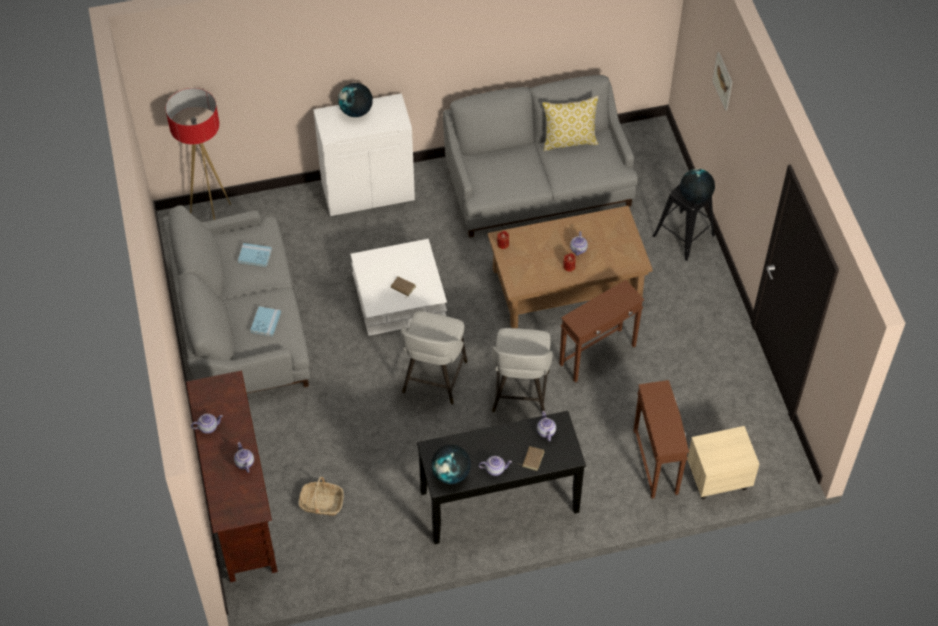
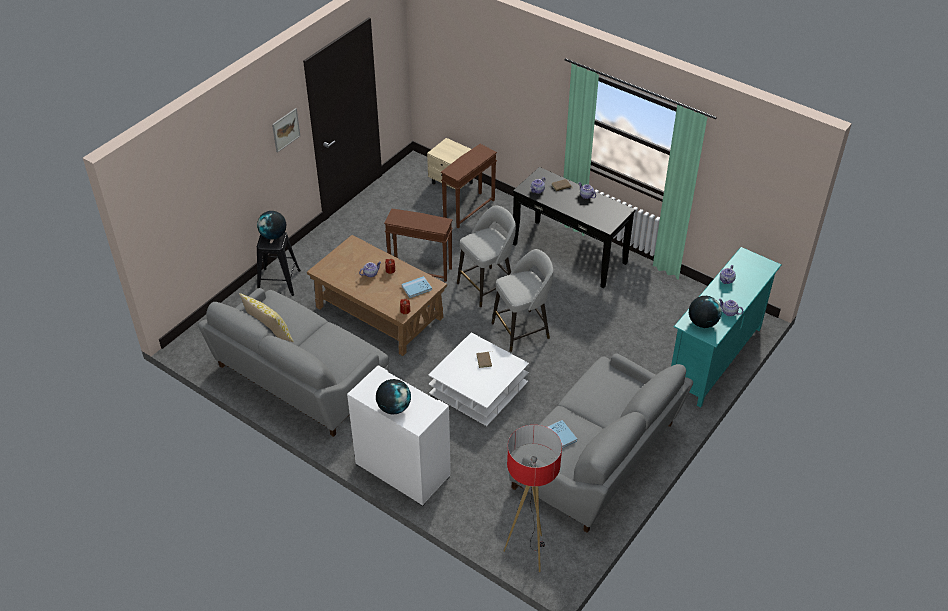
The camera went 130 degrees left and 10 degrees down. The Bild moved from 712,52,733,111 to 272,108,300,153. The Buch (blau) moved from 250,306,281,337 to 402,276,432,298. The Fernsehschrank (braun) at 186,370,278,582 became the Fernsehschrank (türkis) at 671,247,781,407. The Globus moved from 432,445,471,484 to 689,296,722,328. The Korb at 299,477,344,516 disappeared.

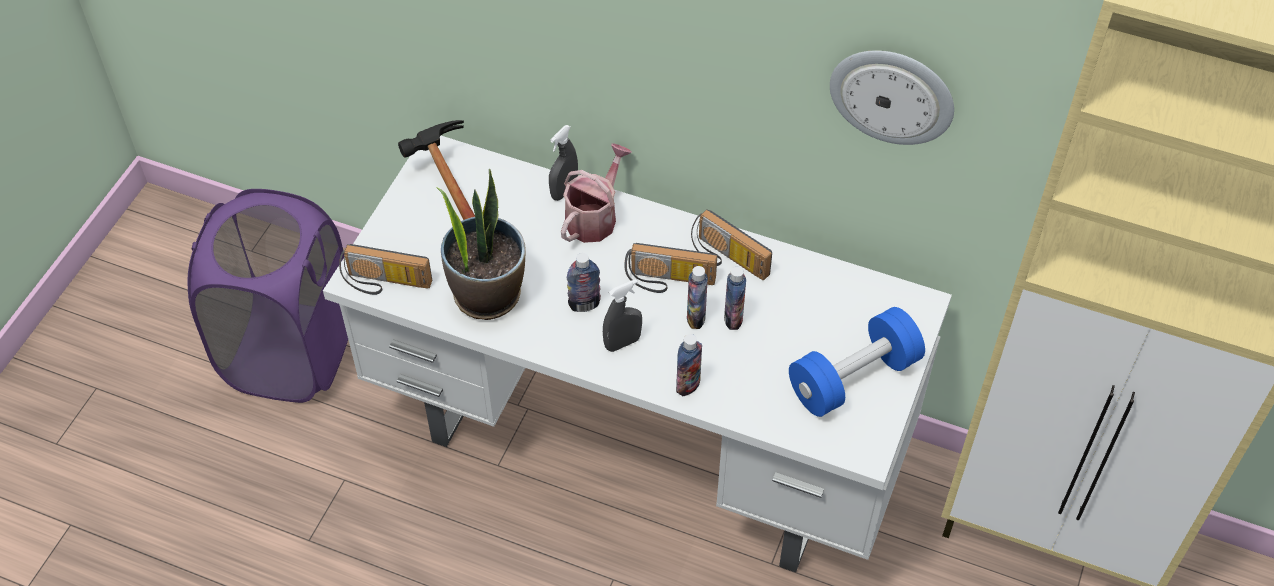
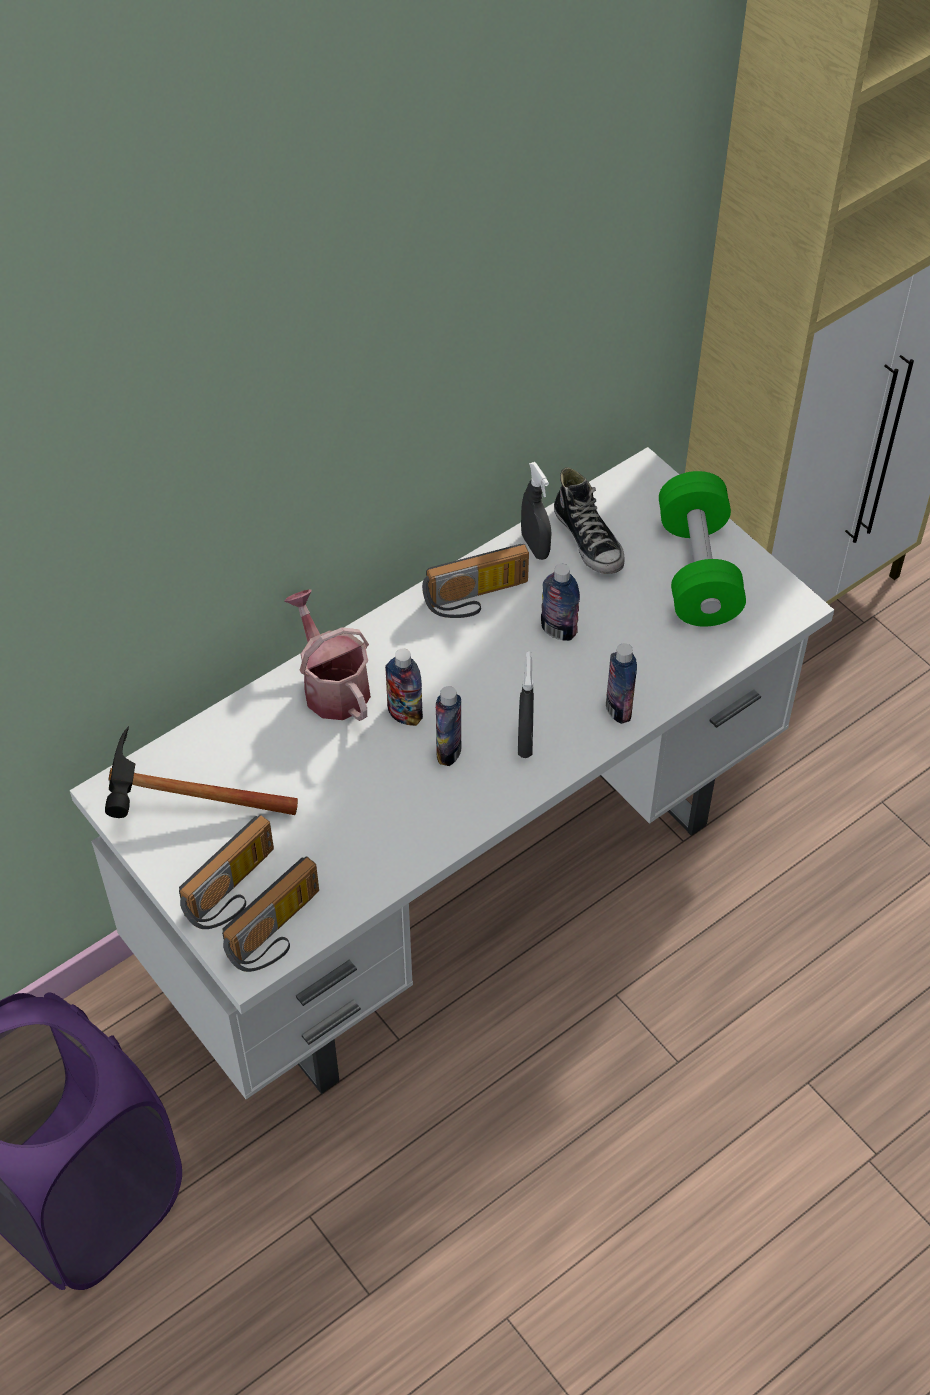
The camera went 60 degrees left and 0 degrees up. The Radio moved from 624,243,717,293 to 179,815,274,929. The Flasche moved from 687,266,708,329 to 385,648,423,726. The Sprühflasche (grau) moved from 549,125,578,201 to 521,462,551,560. The Schuh at 554,467,625,574 appeared. The Hantel (blau) at 789,307,925,417 became the Hantel (grün) at 659,471,746,627. The Topfpflanze at 436,169,526,320 disappeared. The Wanduhr at 830,50,954,145 disappeared.

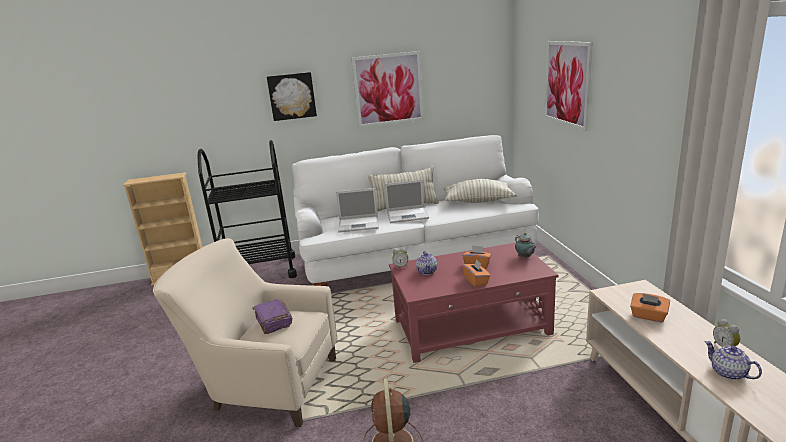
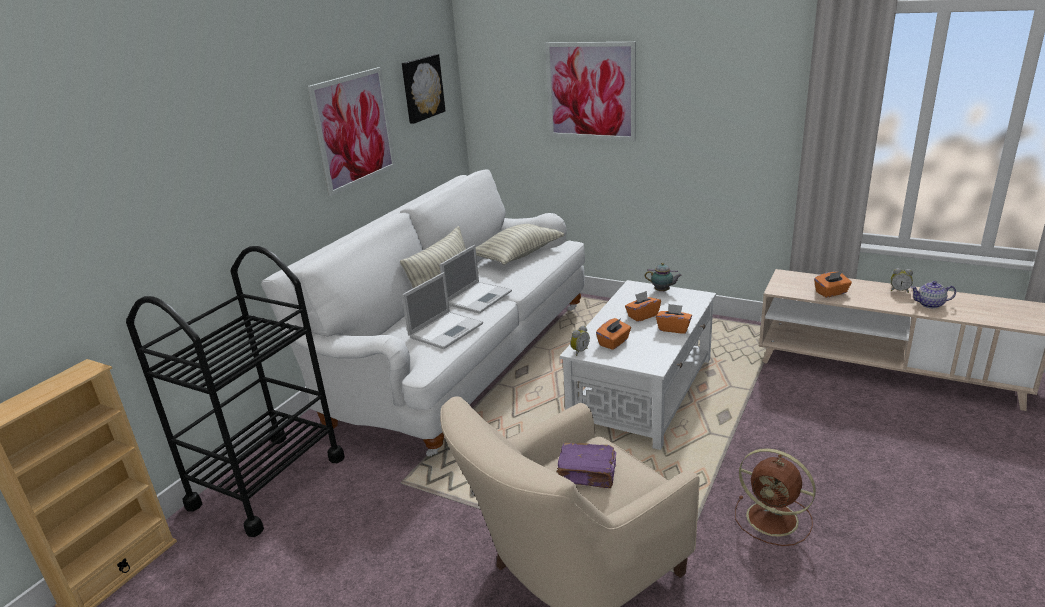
The camera went 50 degrees left and 5 degrees up. The Bild moved from 267,72,317,121 to 402,54,445,124. The Couchtisch (rot) at 389,243,559,363 became the Couchtisch (weiß) at 560,280,716,450. The Teekanne at 416,251,437,275 was replaced by the Taschentuchbox (orange) at 596,318,631,350.

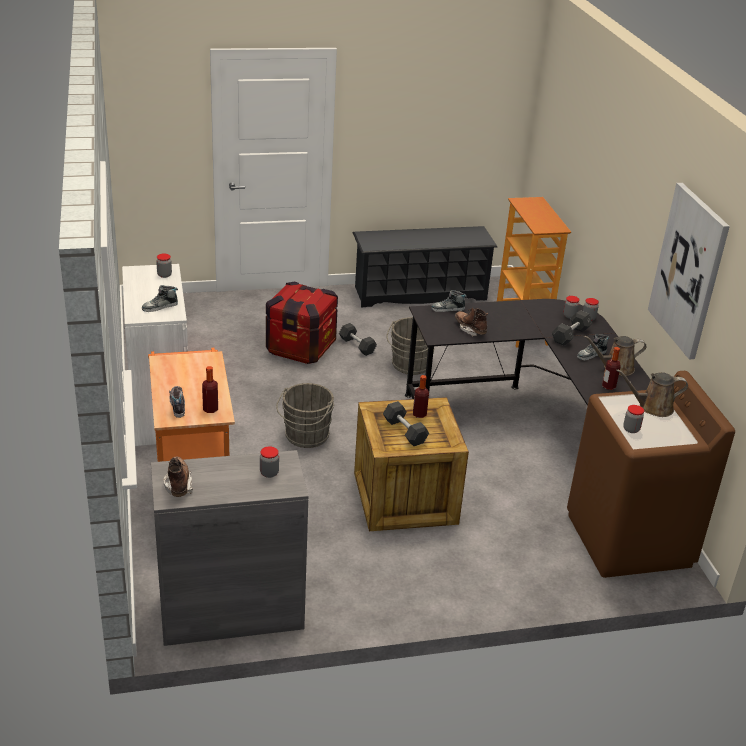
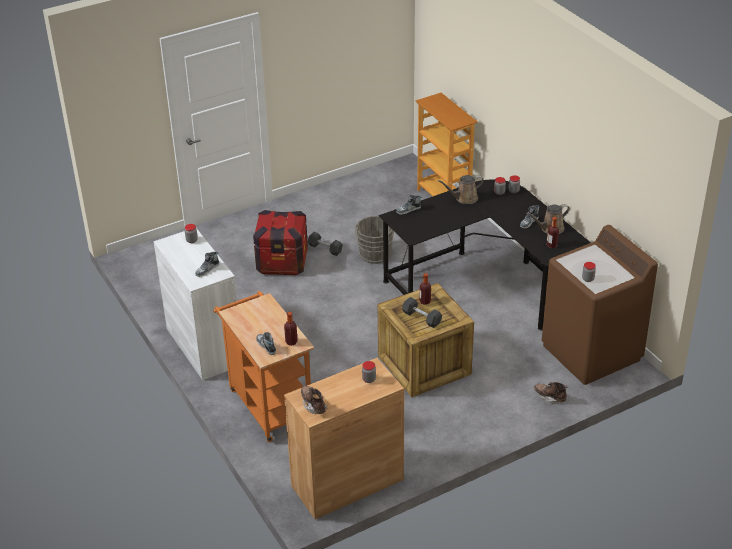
The camera went 15 degrees left and 5 degrees up. The Schrank (grau) at 151,450,308,646 became the Schrank (braun) at 284,358,404,519. The Gießkanne (braun) moved from 616,369,688,417 to 438,175,484,204. The Stiefel (braun) moved from 455,308,488,336 to 534,382,567,404. The Eimer (grau) at 276,383,334,448 disappeared. The Schuhregal (schwarz) at 353,226,497,307 disappeared. The Hantel (grau) at 552,310,592,346 disappeared. The Bild at 648,183,730,359 disappeared.

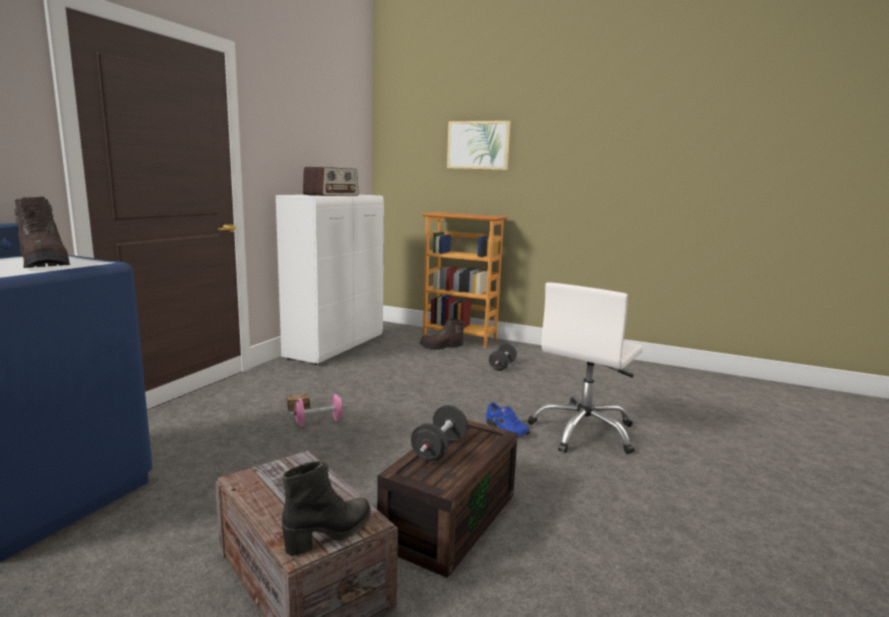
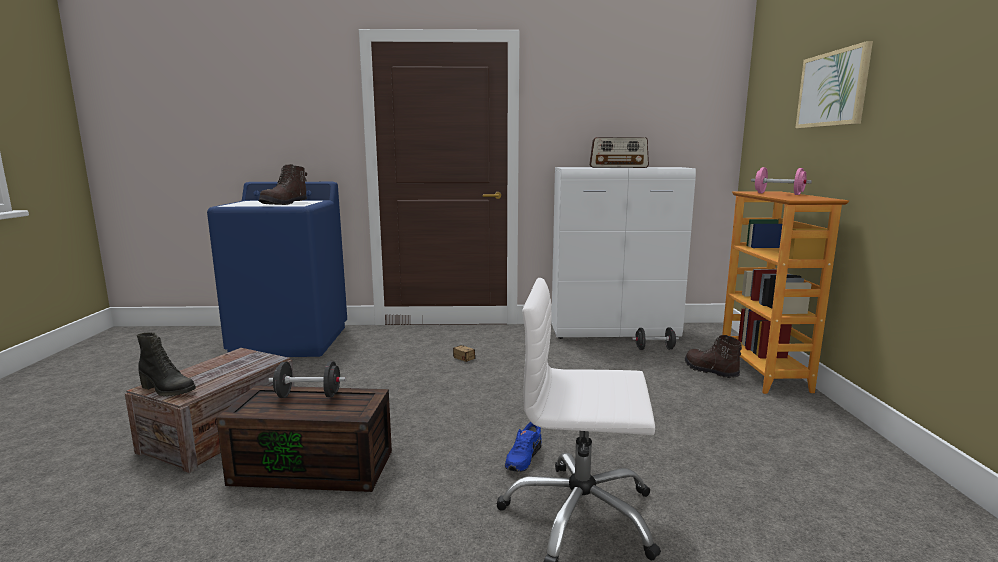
The camera went 65 degrees right and 0 degrees up. The Hantel (schwarz) moved from 489,344,517,371 to 632,328,679,350. The Hantel (rosa) moved from 289,394,347,426 to 751,167,812,195.

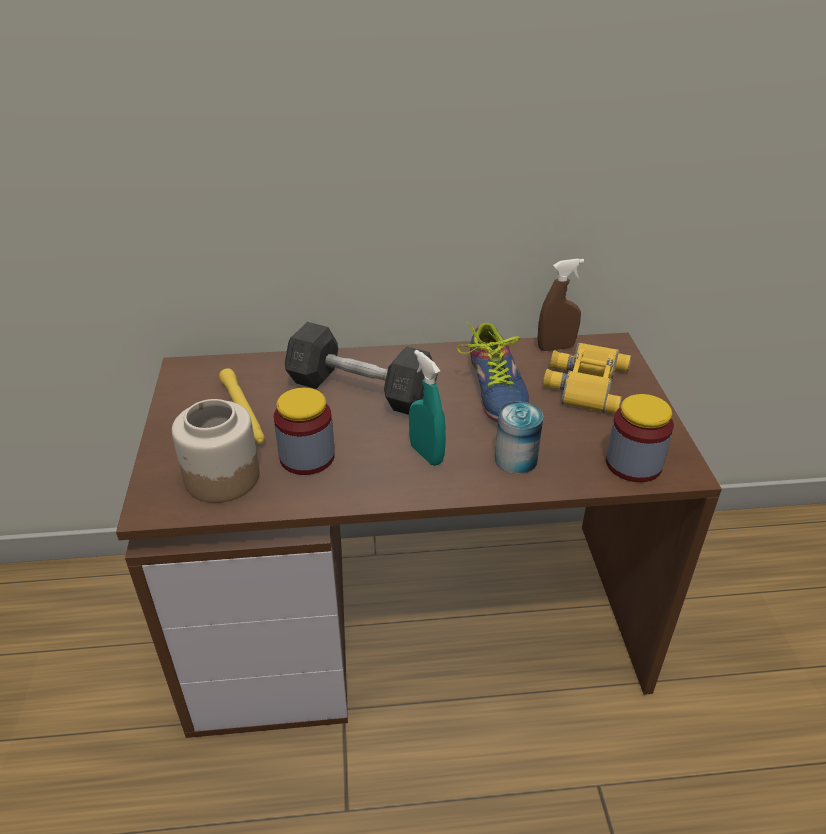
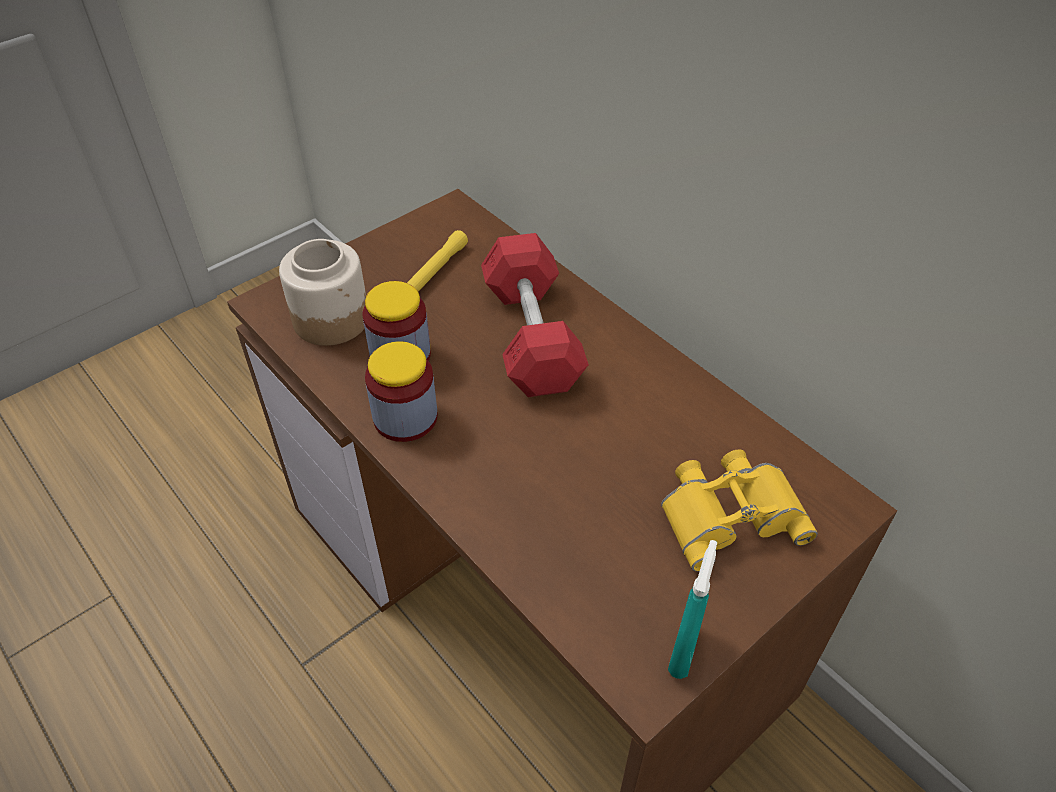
The camera went 55 degrees right and 10 degrees up. The Vorratsglas moved from 606,394,674,482 to 365,342,438,442. The Hantel (grau) at 285,322,438,415 became the Hantel (rot) at 481,233,589,397. The Sprühflasche (türkis) moved from 409,350,446,466 to 668,540,717,679. The Schuh at 457,322,529,422 disappeared. The Dose at 495,402,543,474 disappeared. The Sprühflasche (braun) at 538,259,584,351 disappeared.

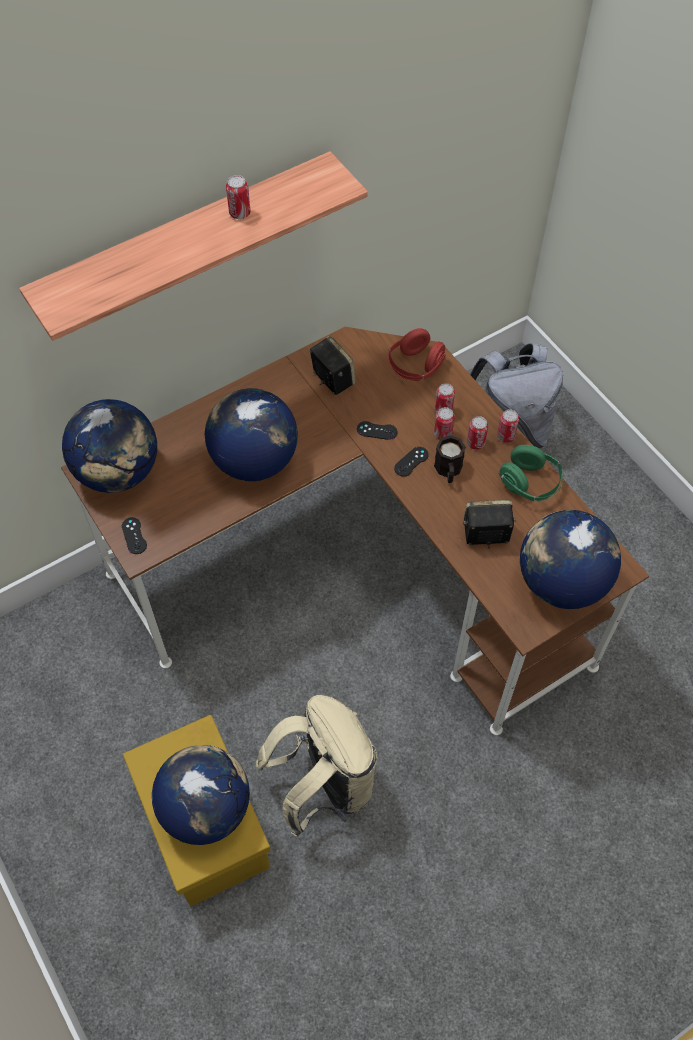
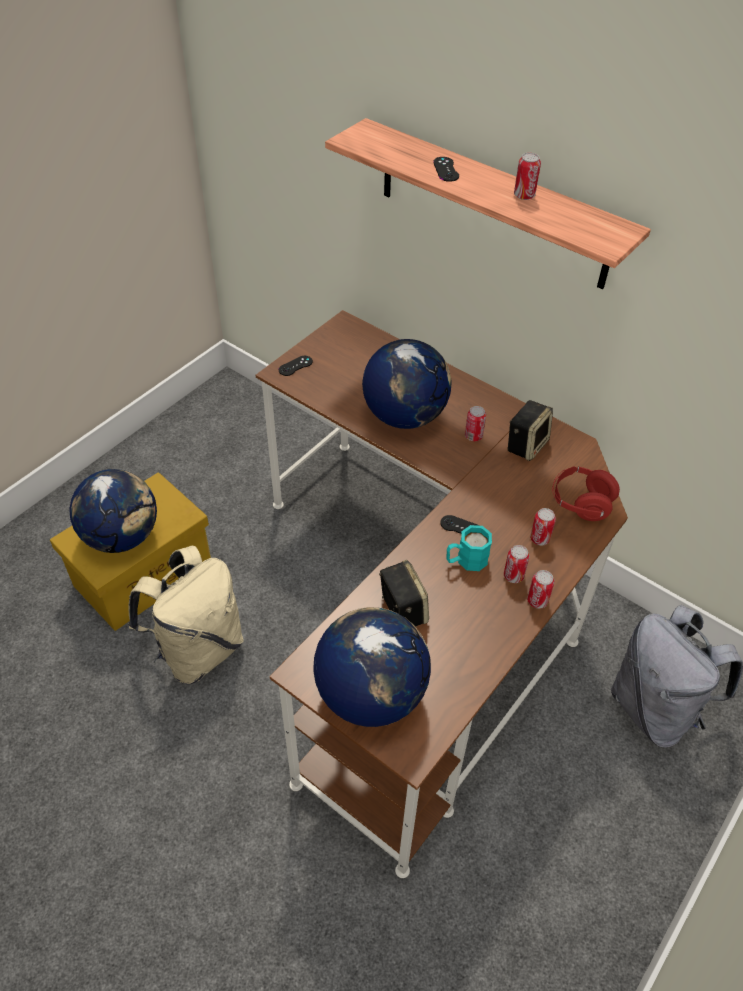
The camera went 70 degrees right and 10 degrees down. The Gamepad (schwarz) moved from 357,421,398,440 to 433,157,459,182. The Henkelbecher (schwarz) at 434,435,466,483 became the Henkelbecher (türkis) at 446,525,492,571. The Dose moved from 434,407,455,440 to 465,406,486,441. The Globus at 62,399,157,493 disappeared. The Kopfhörer (grün) at 499,445,564,501 disappeared.

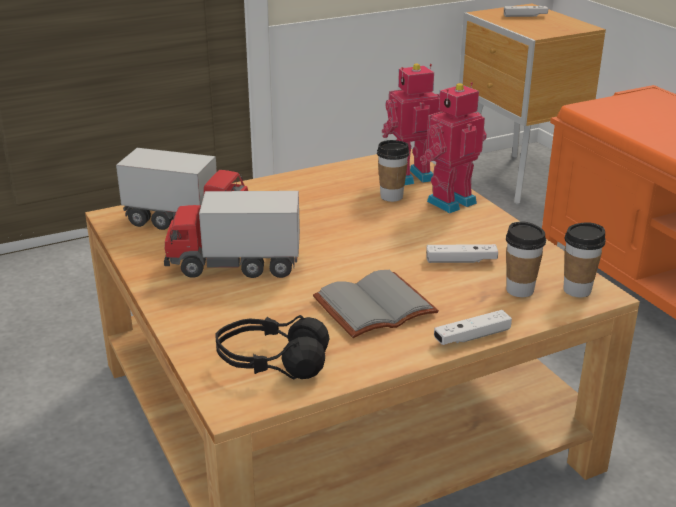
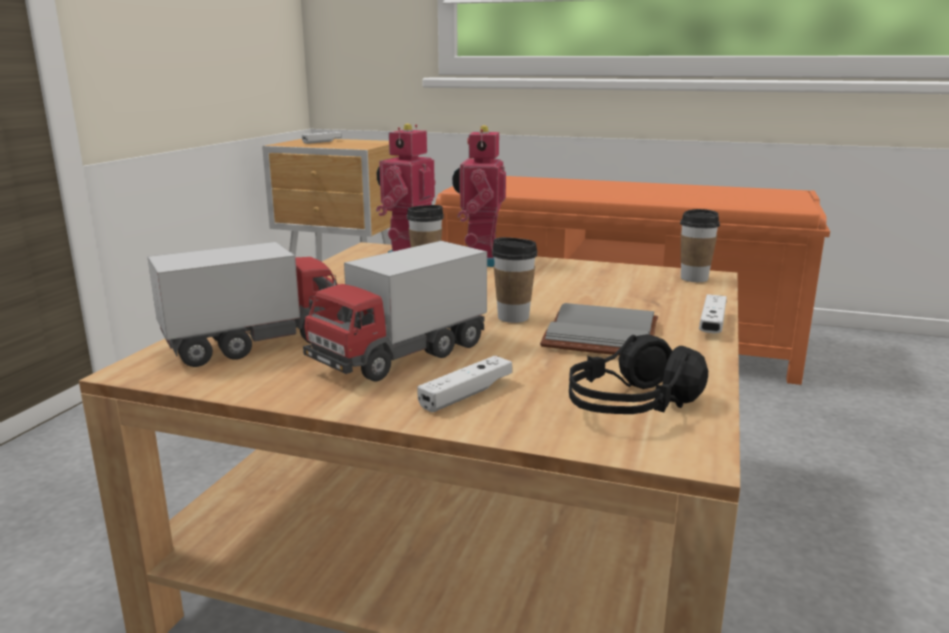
The camera went 45 degrees left and 10 degrees down. The Gamepad (weiß) moved from 426,244,498,263 to 417,356,512,412. The Tasse moved from 506,221,546,297 to 492,237,538,323.

